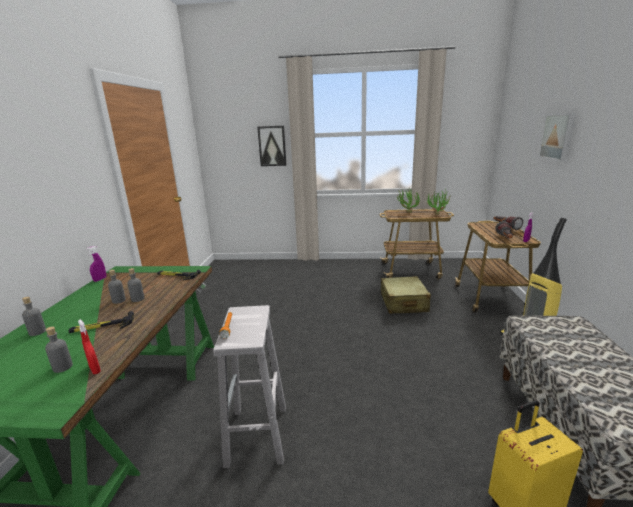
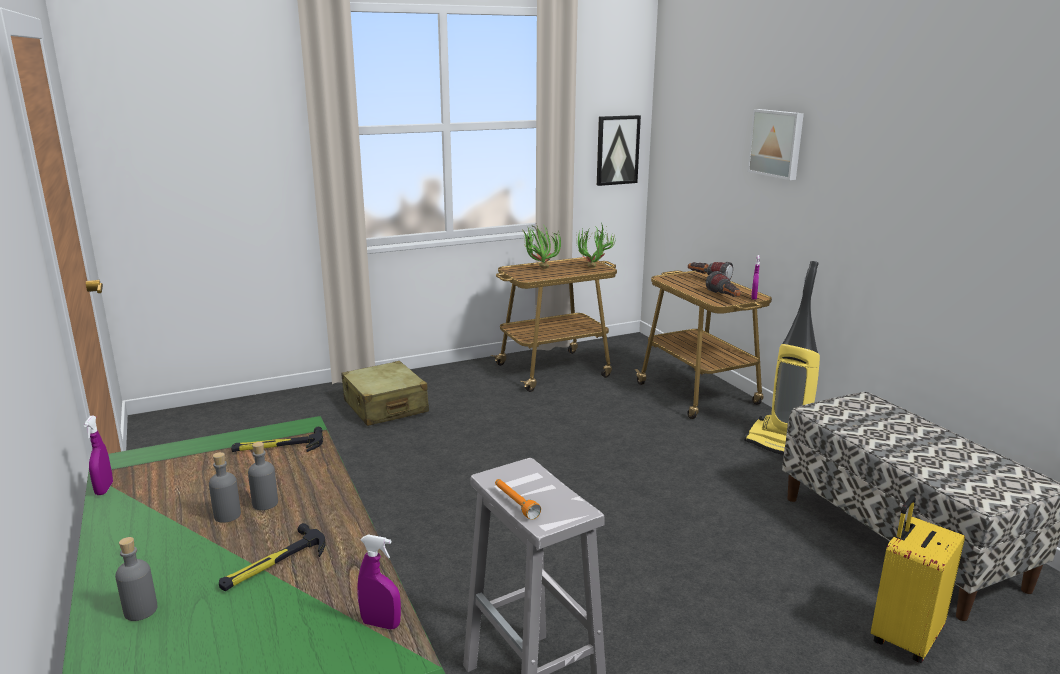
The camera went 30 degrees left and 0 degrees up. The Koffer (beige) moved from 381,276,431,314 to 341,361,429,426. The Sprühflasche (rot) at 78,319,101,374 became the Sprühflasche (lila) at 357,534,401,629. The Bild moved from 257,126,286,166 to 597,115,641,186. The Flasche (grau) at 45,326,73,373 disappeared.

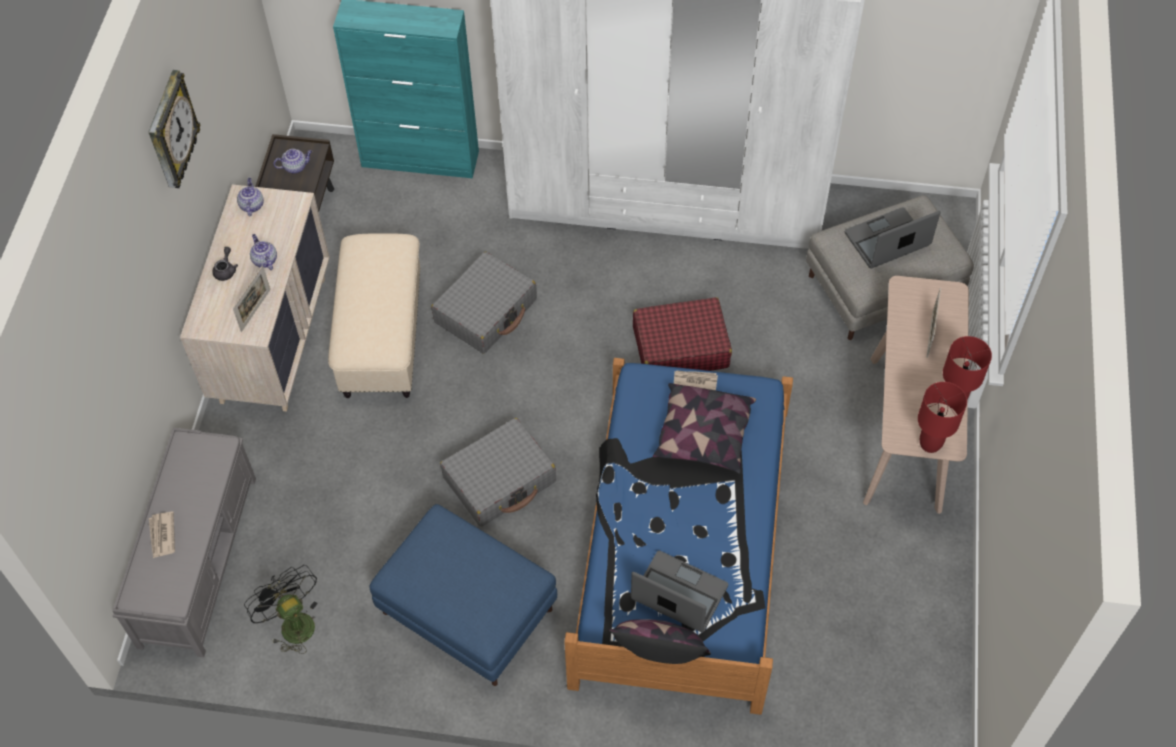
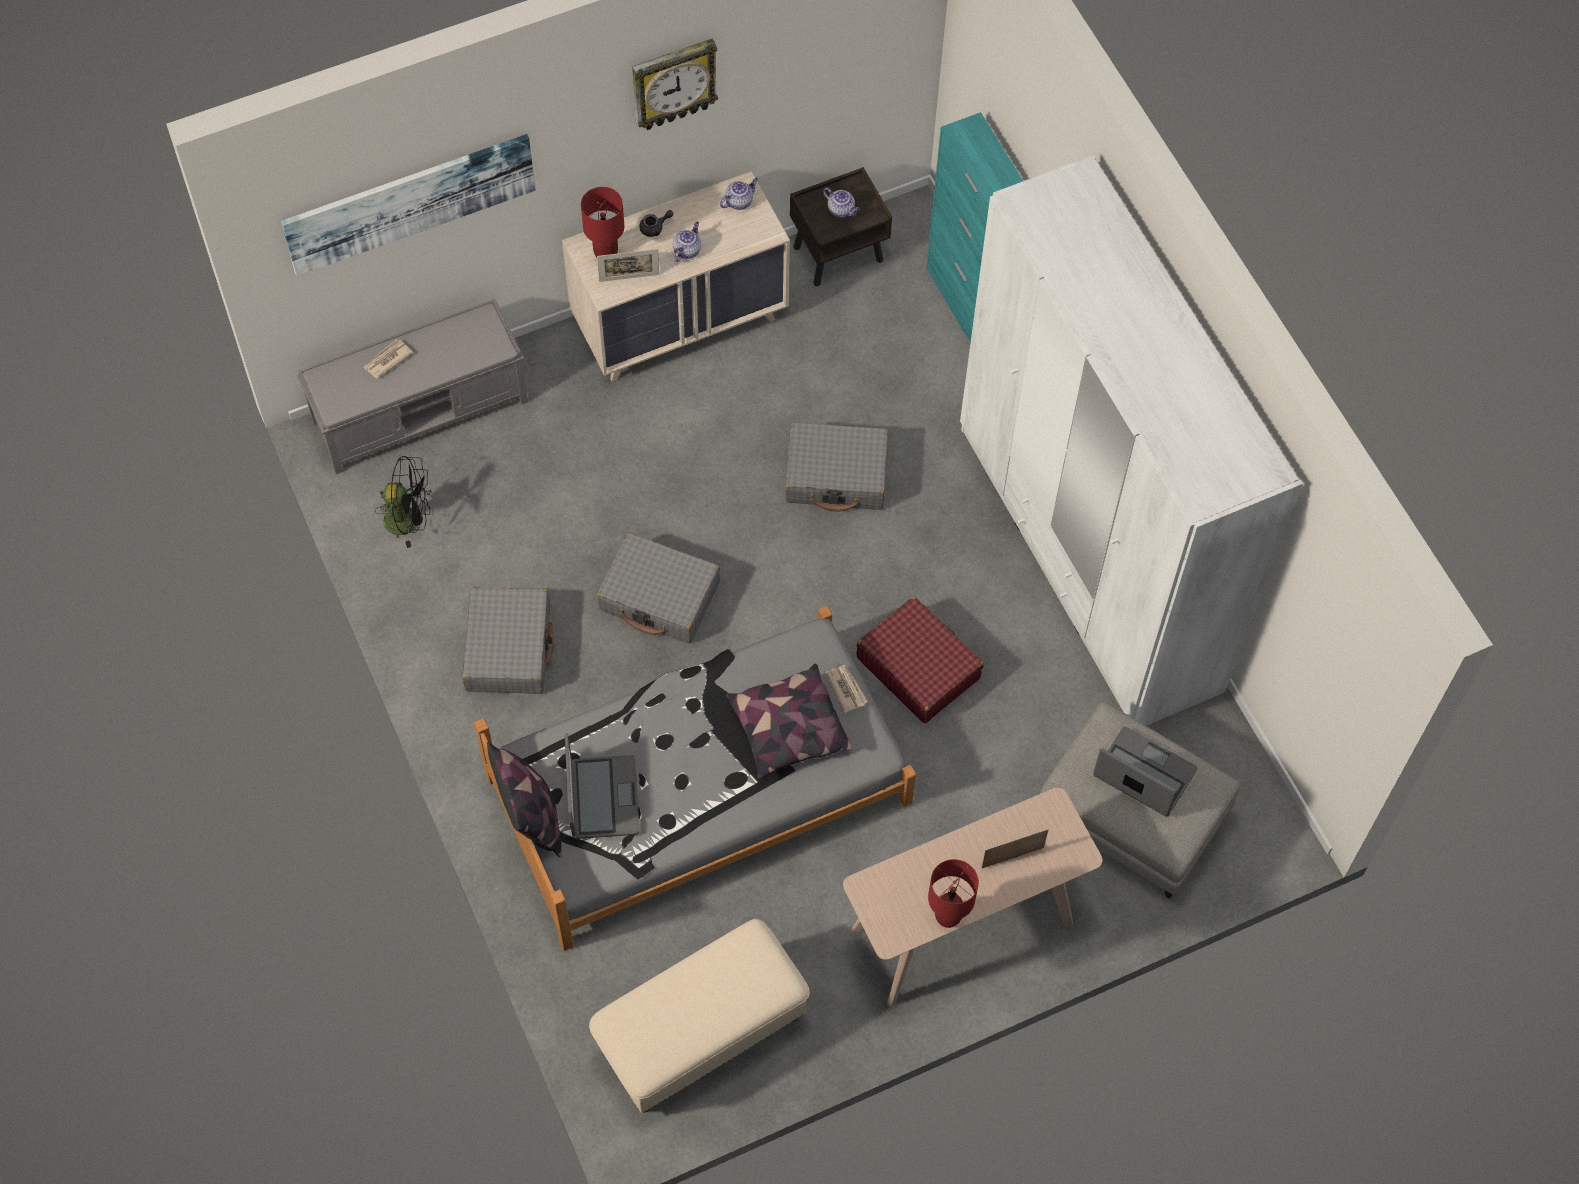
The camera went 55 degrees right and 5 degrees up. The Bild at 281,134,536,276 appeared. The Ventilator (schwarz) at 244,565,318,654 turned 75 degrees clockwise. The Polsterhocker (blau) at 369,504,557,686 was replaced by the Koffer (grau) at 462,587,553,694. The Bett (blau) at 564,358,793,715 became the Bett (grau) at 474,605,916,951. The Tischlampe (rot) moved from 918,382,967,453 to 581,187,624,257. The Polsterhocker (beige) moved from 328,233,420,398 to 589,919,810,1113.

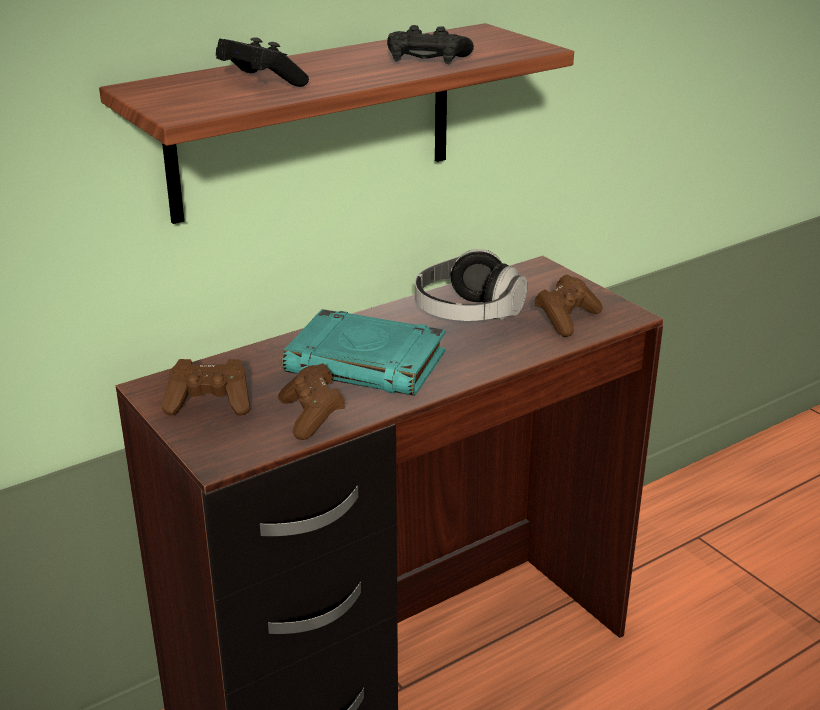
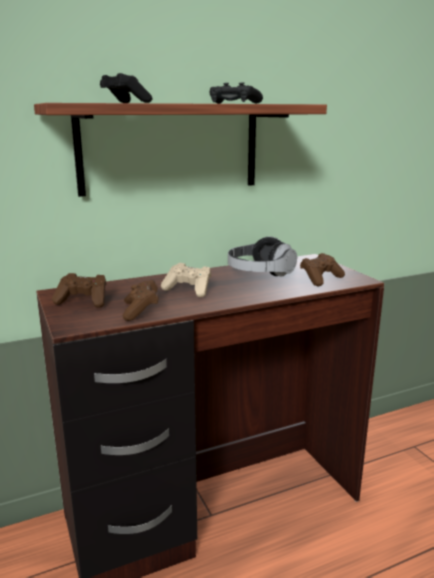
The camera went 10 degrees right and 10 degrees down. The Buch (türkis) at 282,309,446,396 was replaced by the Gamepad (beige) at 161,263,211,297.

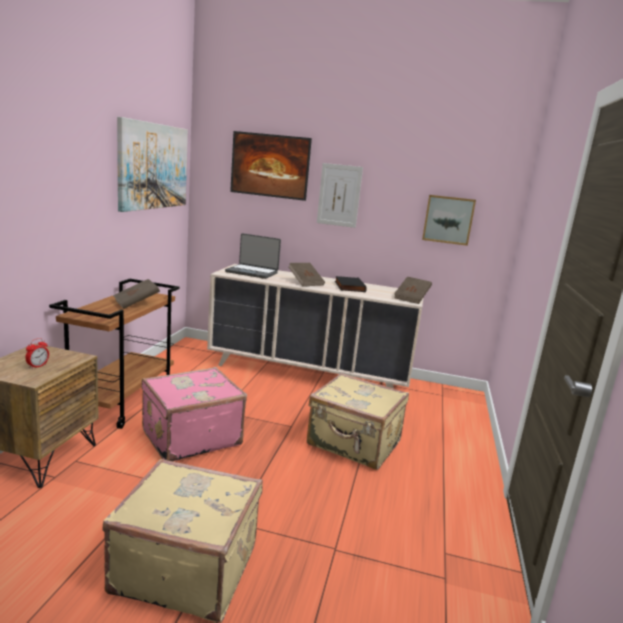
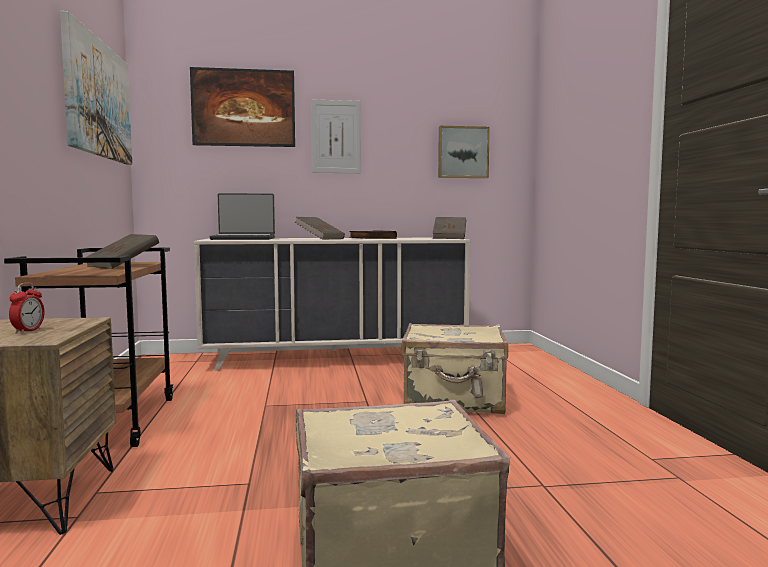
The camera went 20 degrees left and 10 degrees down. The Koffer (rosa) at 142,367,247,461 disappeared.

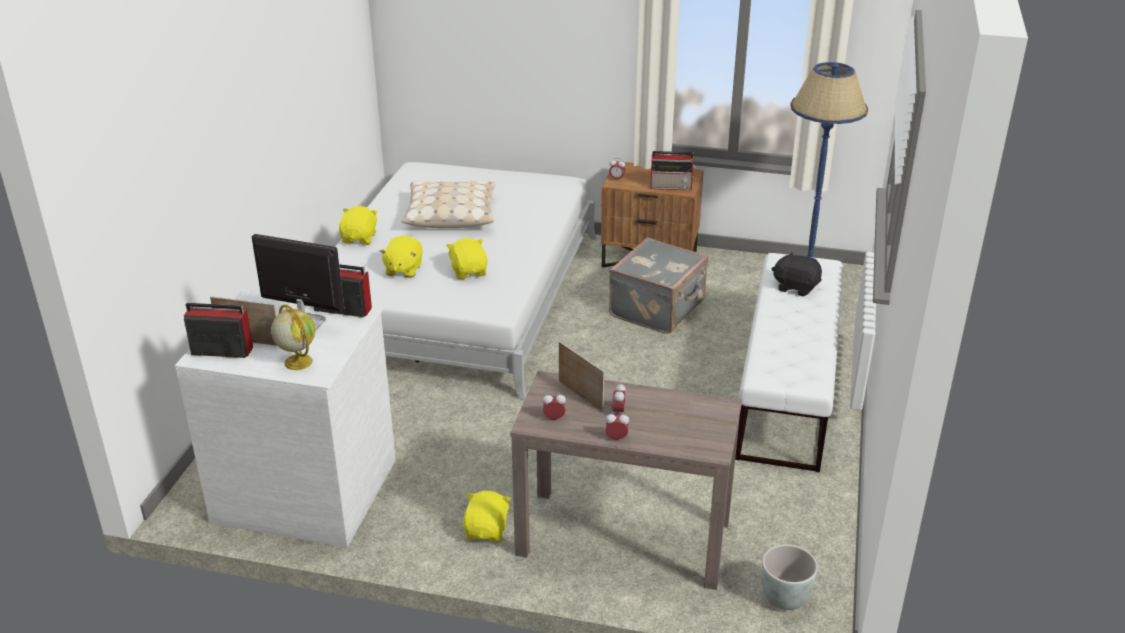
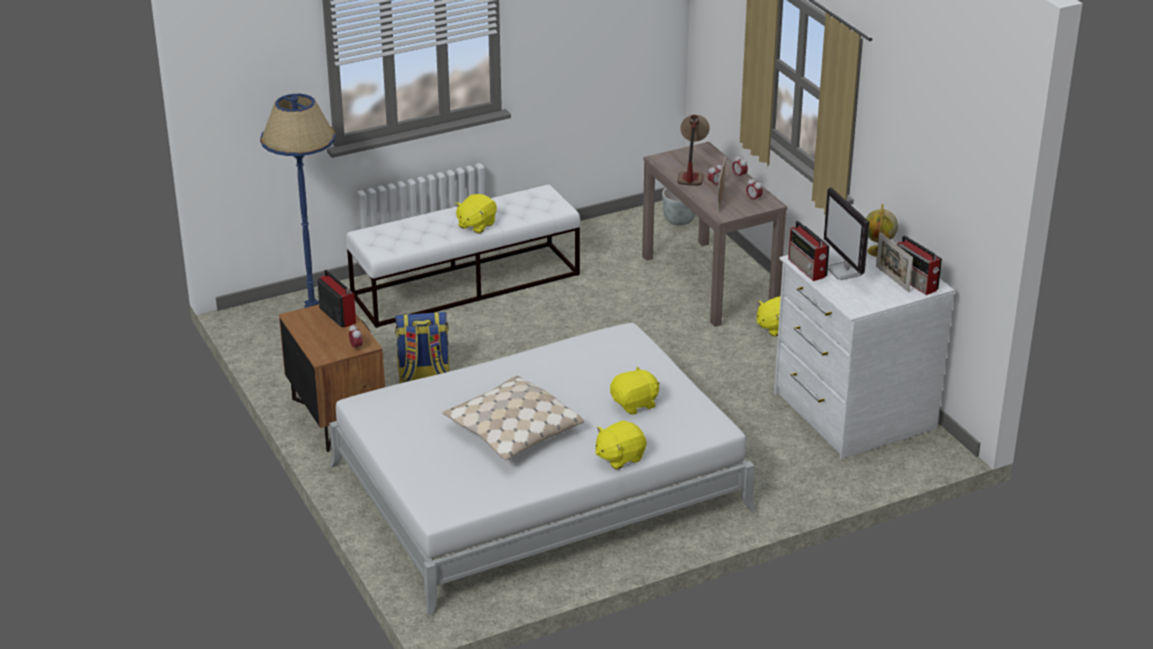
The camera went 130 degrees left and 0 degrees up. The Koffer (grau) at 609,237,708,334 was replaced by the Rucksack at 395,312,449,383. The Plüschtier (gelb) moved from 446,238,488,279 to 455,194,497,233. The Tischlampe at 677,115,710,186 appeared. The Plüschtier (schwarz) at 771,251,822,296 disappeared.

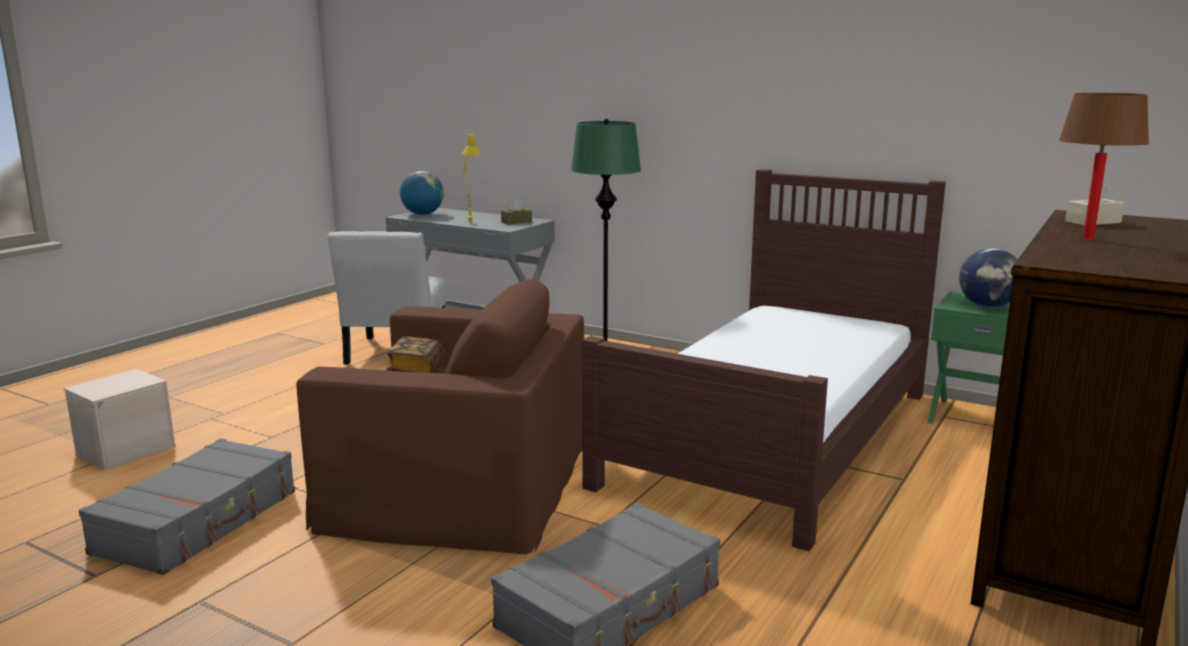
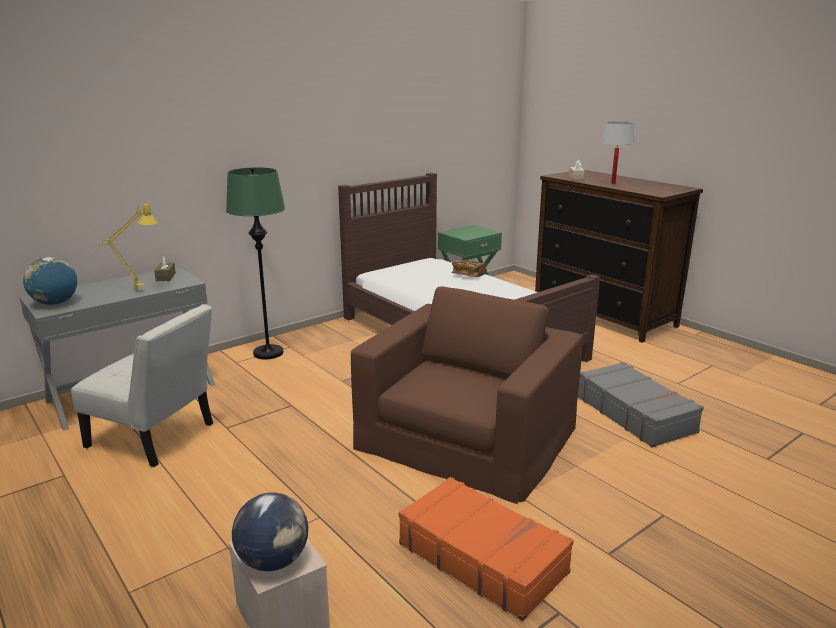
The camera went 70 degrees left and 5 degrees up. The Globus moved from 959,248,1017,308 to 232,492,308,571. The Koffer (grau) at 79,438,295,575 became the Koffer (orange) at 399,477,574,621. The Buch moved from 387,336,445,373 to 451,260,486,277. The Tischlampe (braun) at 1059,93,1149,240 became the Tischlampe (weiß) at 601,121,635,184.

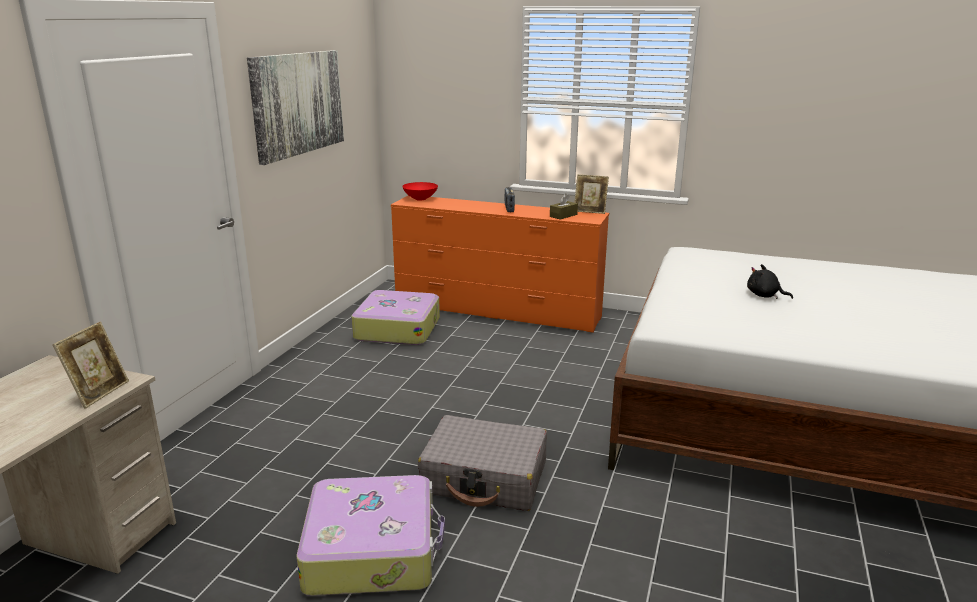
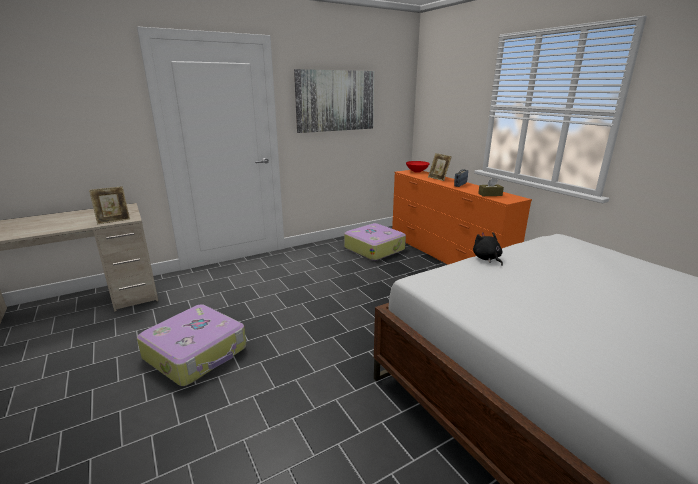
The camera went 40 degrees right and 0 degrees up. The Bilderrahmen moved from 574,174,609,214 to 428,153,452,181. The Plüschtier (schwarz) moved from 747,264,793,299 to 473,232,503,266. The Koffer (grau) at 418,415,547,511 disappeared.

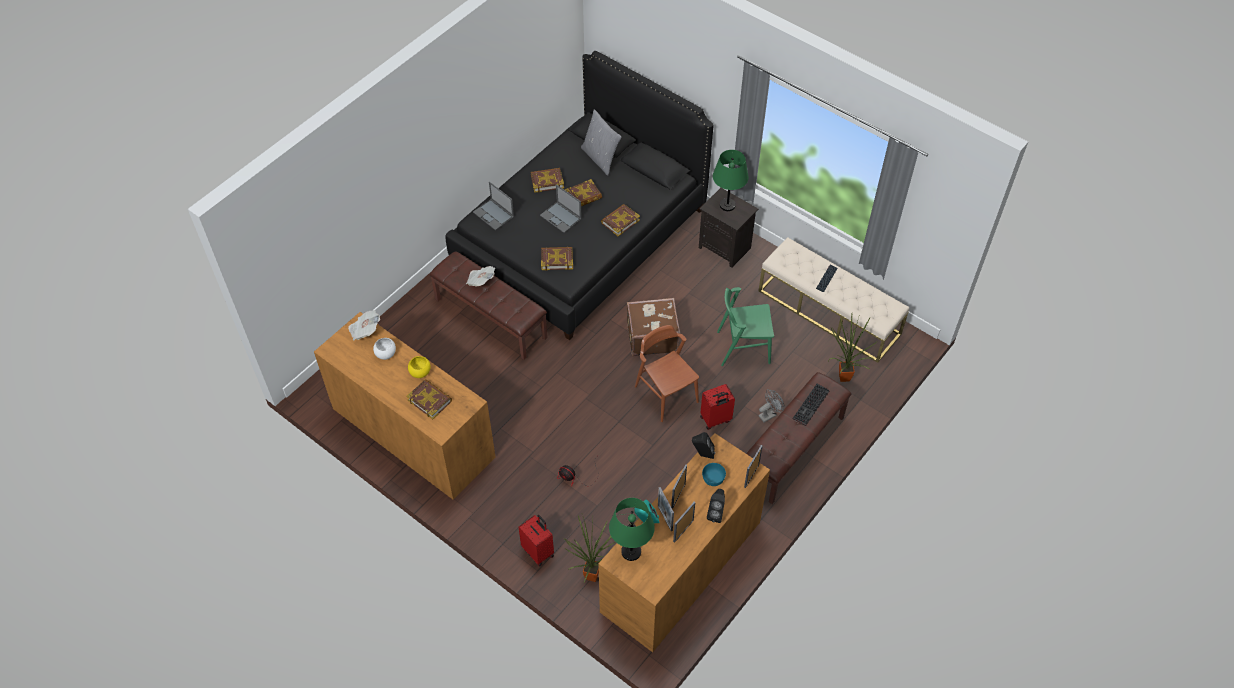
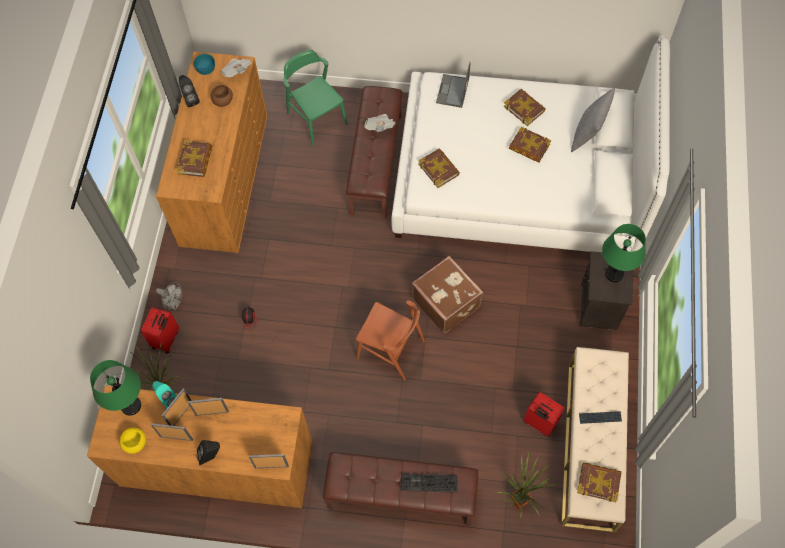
The camera went 60 degrees right and 10 degrees up. The Schüssel (gelb) moved from 408,356,431,378 to 119,428,146,454. The Ventilator (grau) moved from 758,389,784,422 to 156,282,182,310. The Lautsprecher (schwarz) moved from 692,432,715,459 to 179,75,200,107. The Schüssel (türkis) moved from 702,463,726,486 to 193,54,215,75. The Schüssel (weiß) at 373,338,396,360 became the Schüssel (braun) at 211,85,233,107. The Stuhl (grün) moved from 717,287,774,366 to 283,50,348,146. The Stuhl (braun) at 635,325,699,422 turned 90 degrees clockwise. The Bett (schwarz) at 445,51,713,340 became the Bett (weiß) at 391,35,670,252. The Koffer (rot) moved from 700,384,735,430 to 523,392,564,437. The Buch moved from 601,204,640,236 to 577,463,621,502. The Laptop at 540,184,582,233 disappeared.

